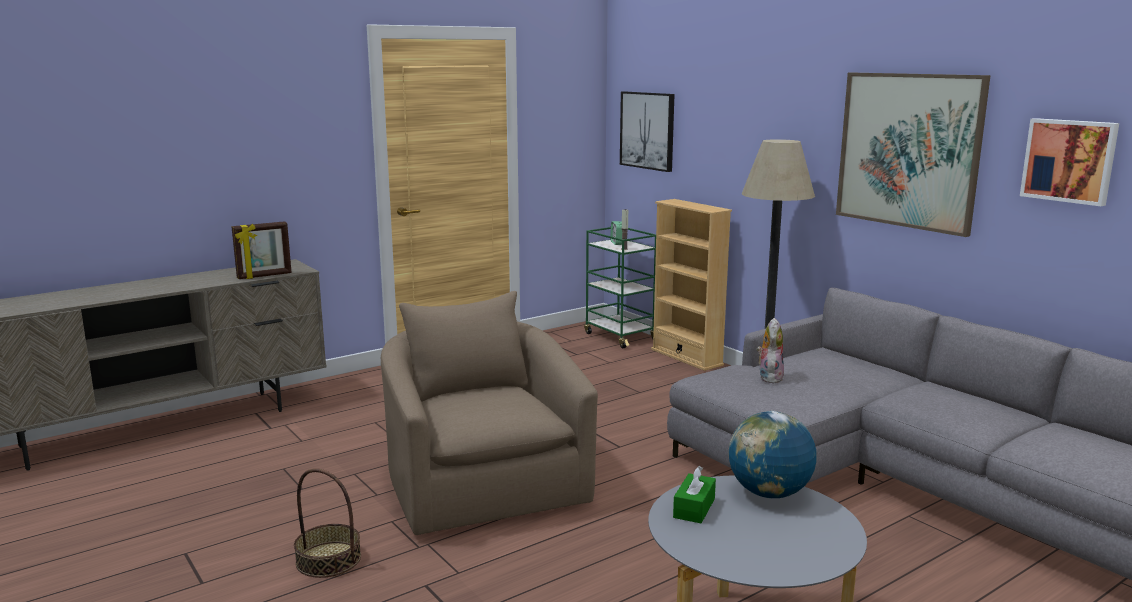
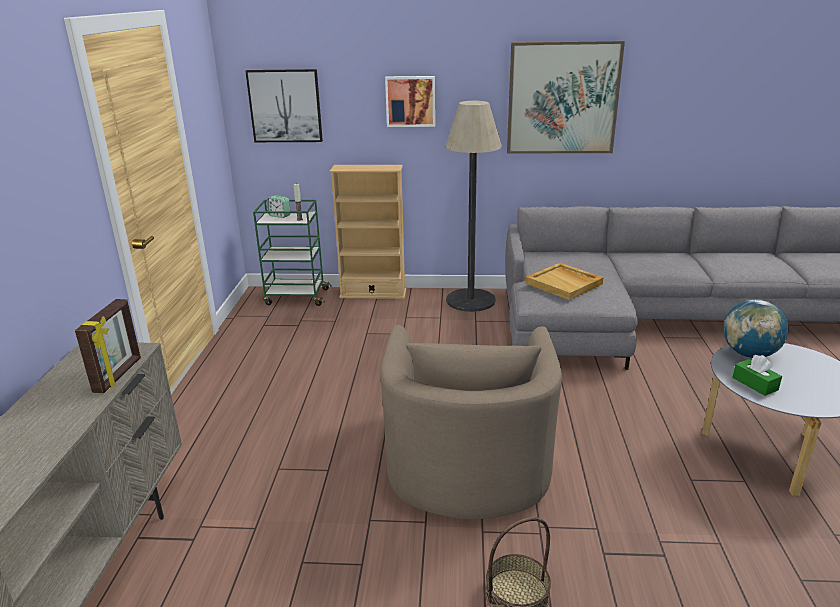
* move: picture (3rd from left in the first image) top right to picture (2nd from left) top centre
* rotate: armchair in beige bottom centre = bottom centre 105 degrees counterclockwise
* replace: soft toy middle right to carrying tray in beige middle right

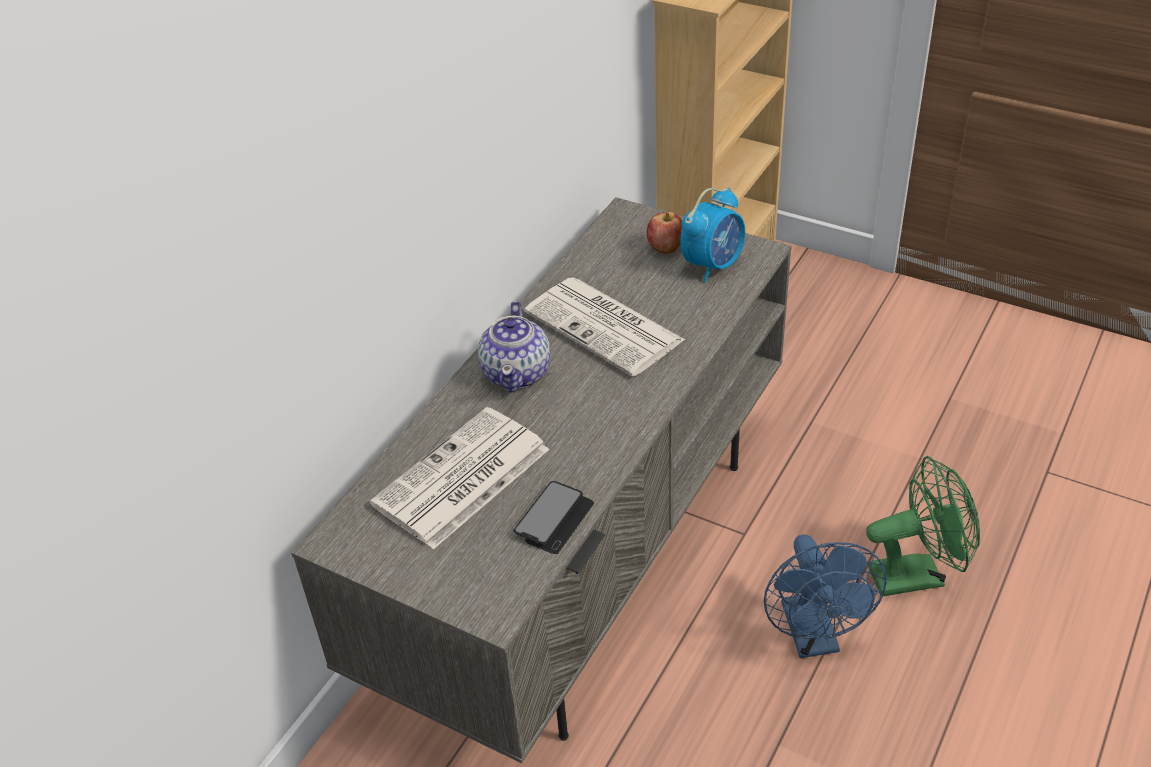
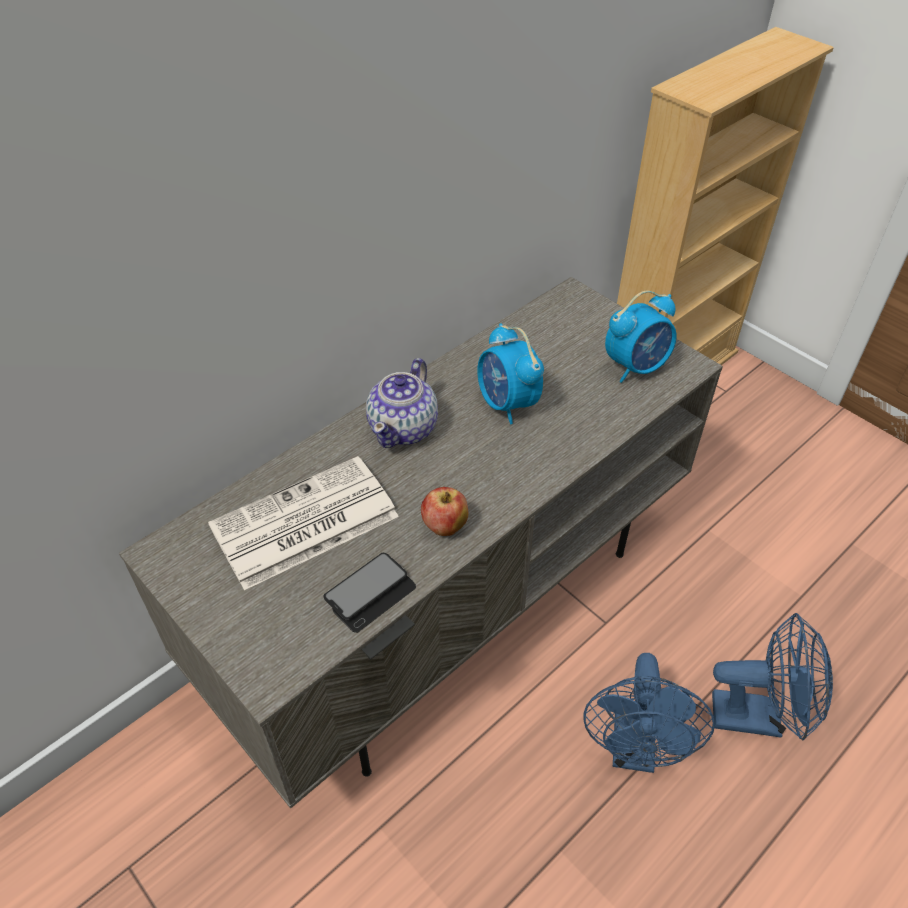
* move: apple fruit top centre to centre
* replace: daily paper (2nd from left) centre to table clock (1st from left) centre
* recolor: fan in green-coloured bottom right to fan in blue (2nd from left) bottom right

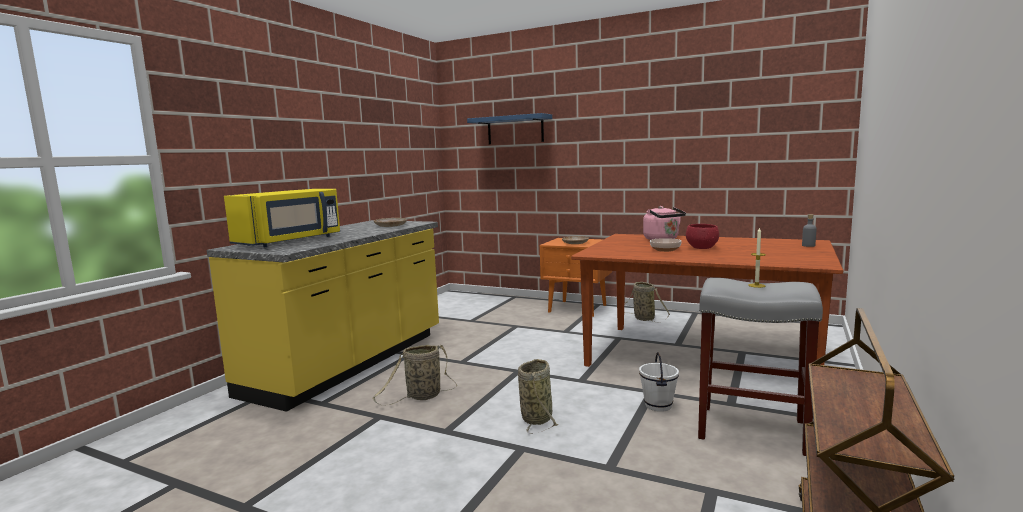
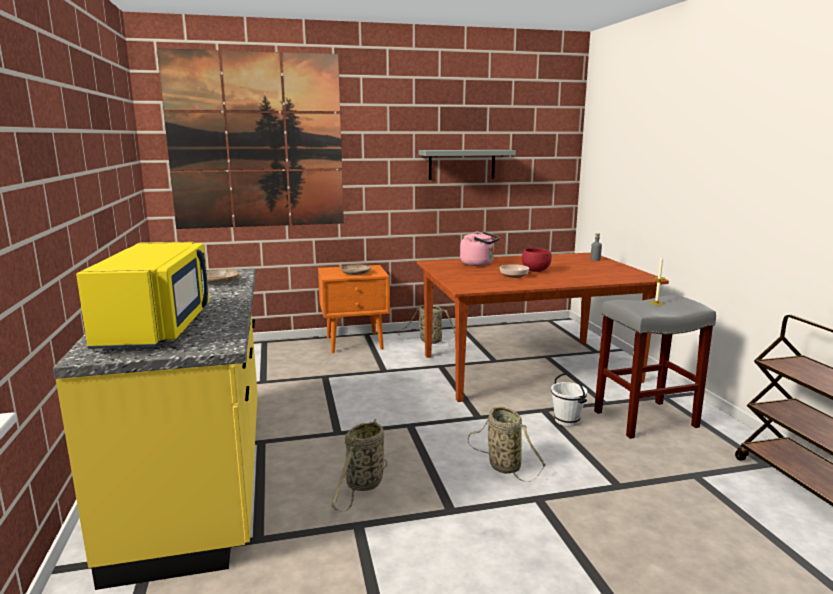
* replace: shelf in blue top centre to picture top left
* insert: shelf in greyish top centre

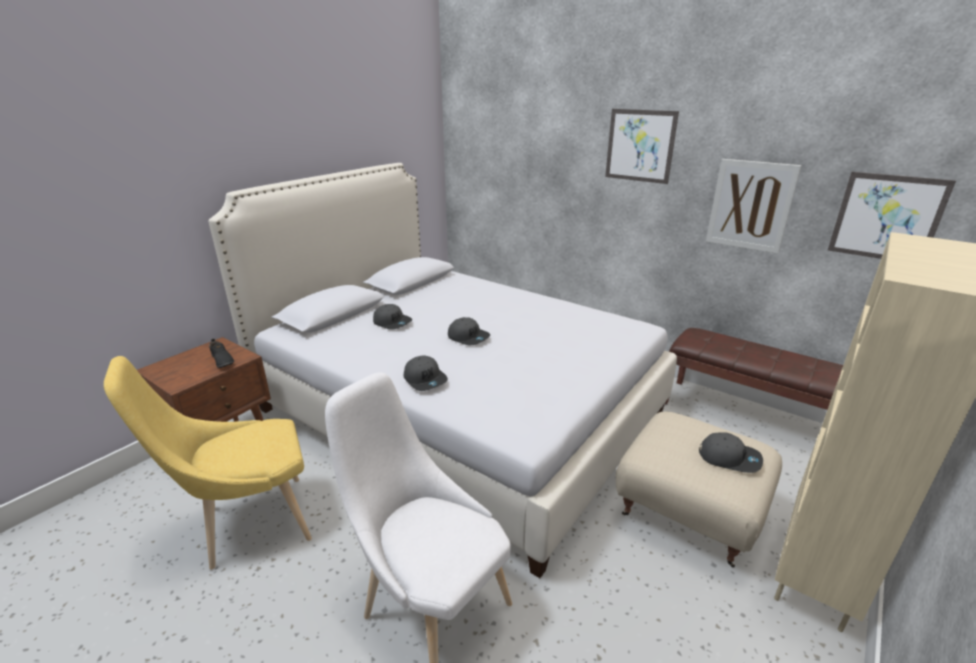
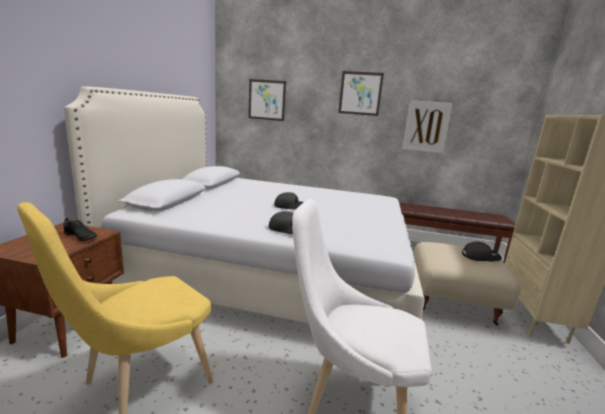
* move: picture (3rd from left in the first image) top right to picture (1st from left) top centre
* delete: peaked cap in greyish (1st from left) centre

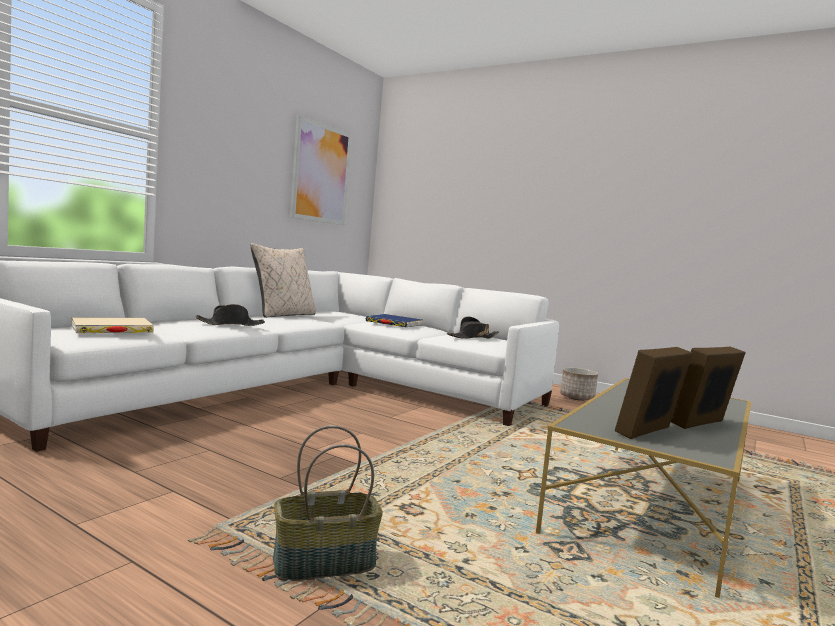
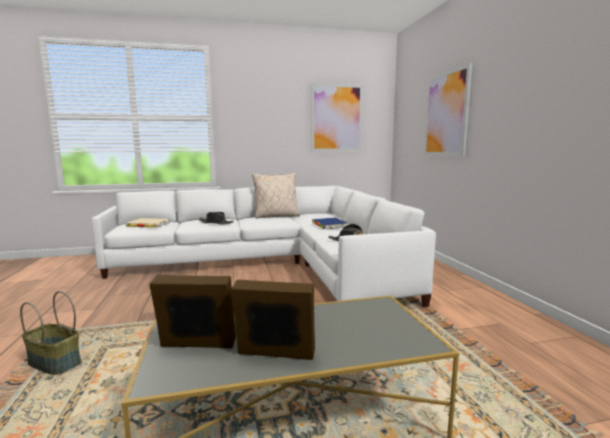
* delete: flower pot middle right
* insert: picture (2nd from left) top right

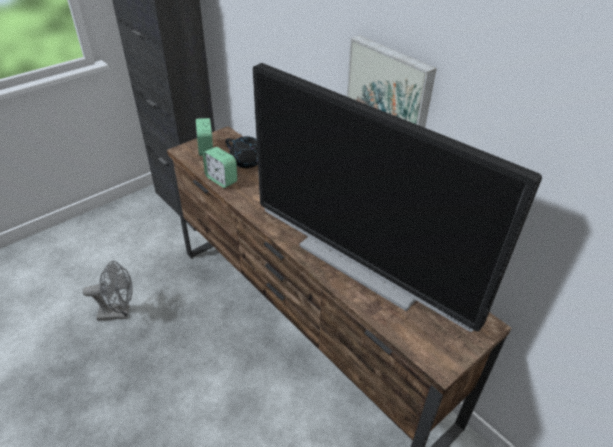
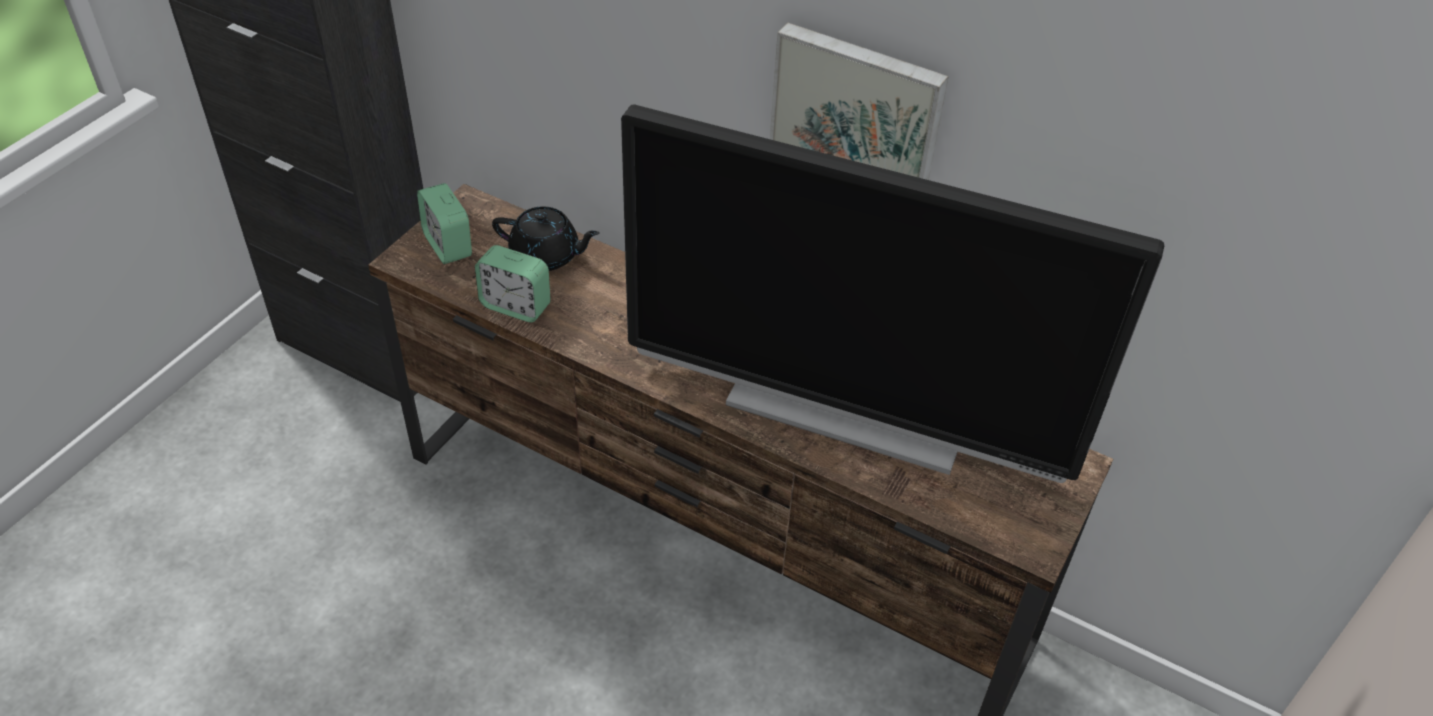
* delete: fan in greyish middle left

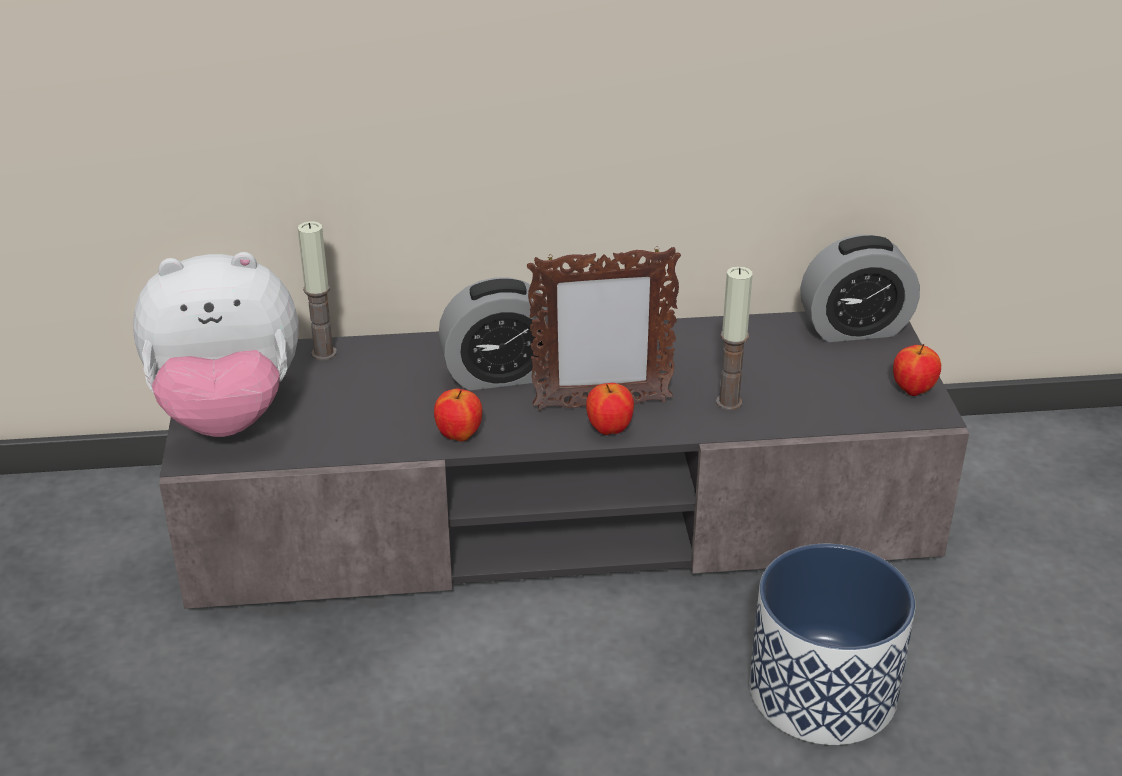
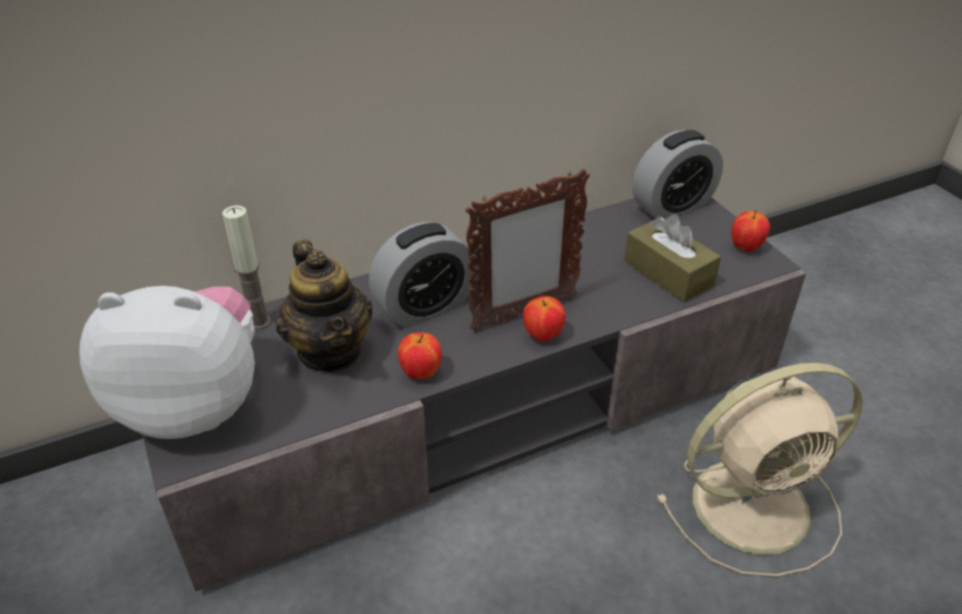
* rotate: soft toy middle left = middle left 150 degrees counterclockwise
* delete: wax candle (2nd from left) centre
* replace: flower pot bottom right to fan in beige bottom right
* insert: box of tissues in brownish middle right
* insert: teapot centre

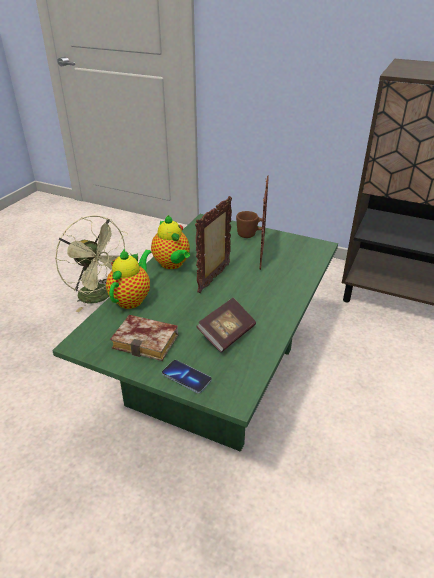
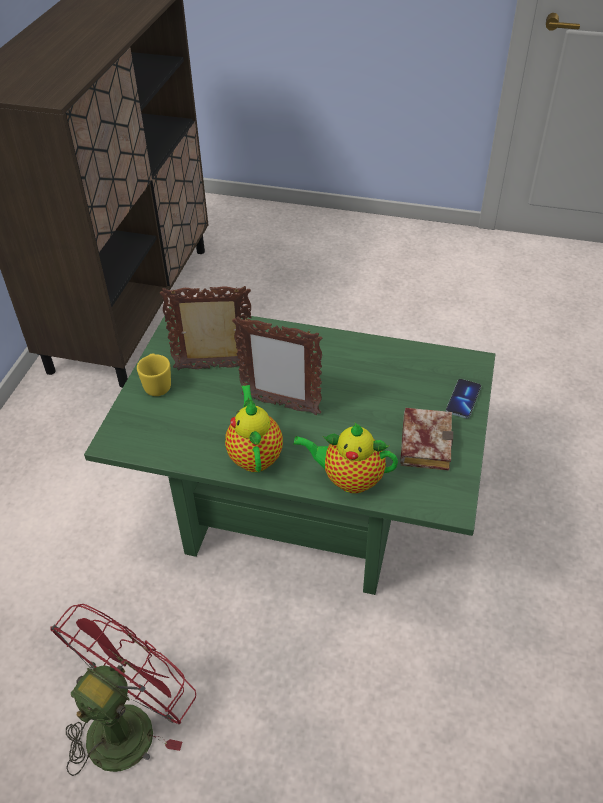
* recolor: mug in brownish centre to mug in yellowish middle left
* recolor: fan in green-coloured middle left to fan in red bottom left
* rotate: teapot (2nd from left in the first image) centre = centre 60 degrees counterclockwise
* delete: book (2nd from left) centre

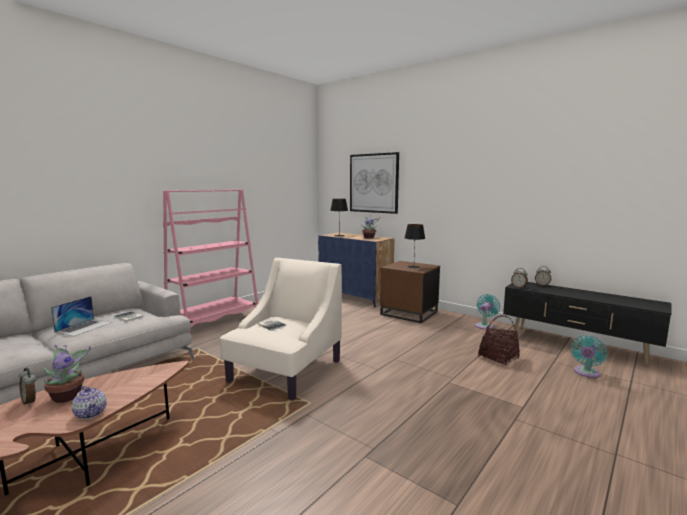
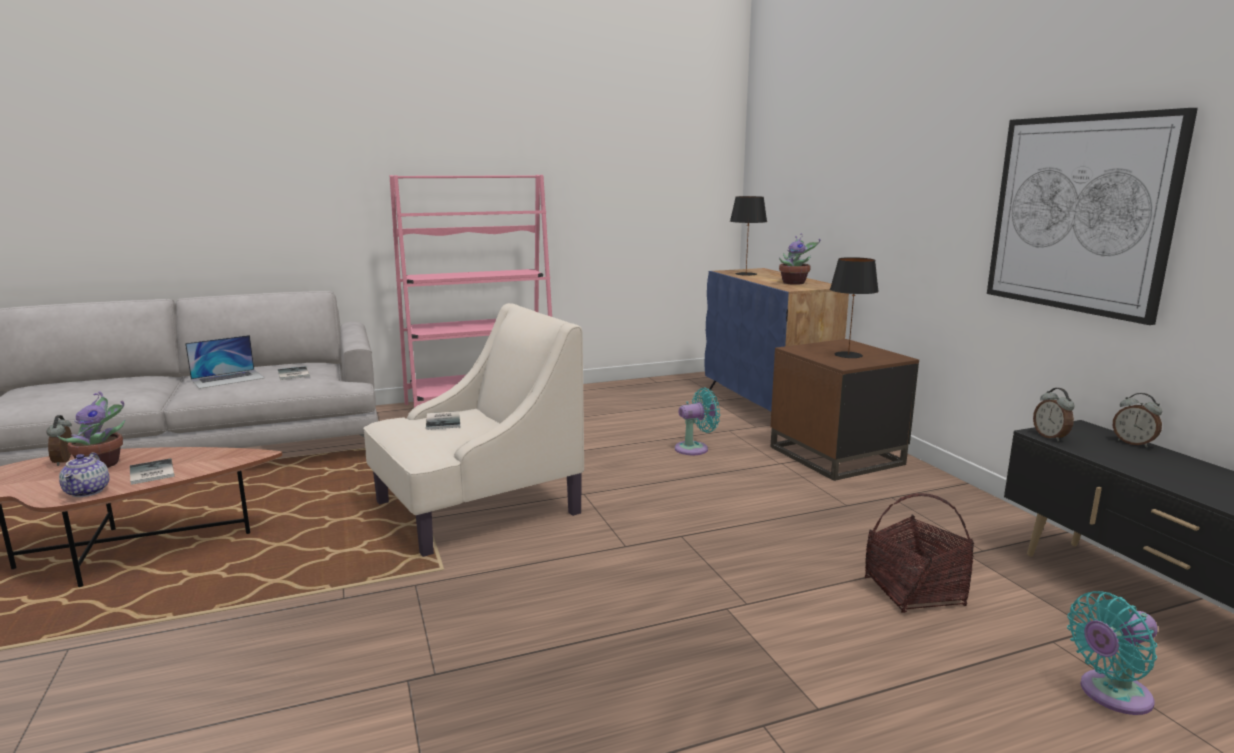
* move: picture centre to top right
* move: fan in turquoise-coloured (1st from left) middle right to centre
* insert: book (1st from left) middle left

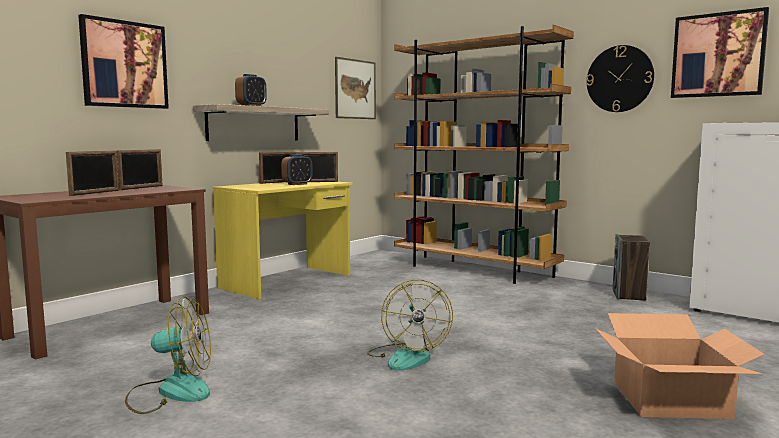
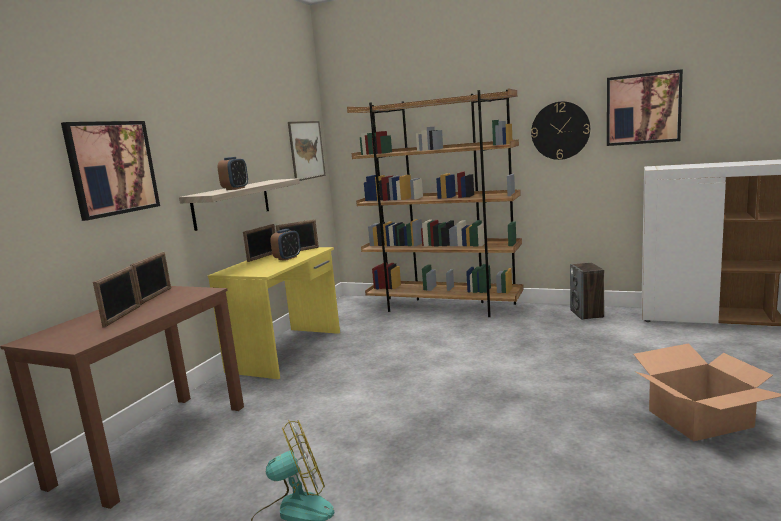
* delete: fan (2nd from left) bottom centre

